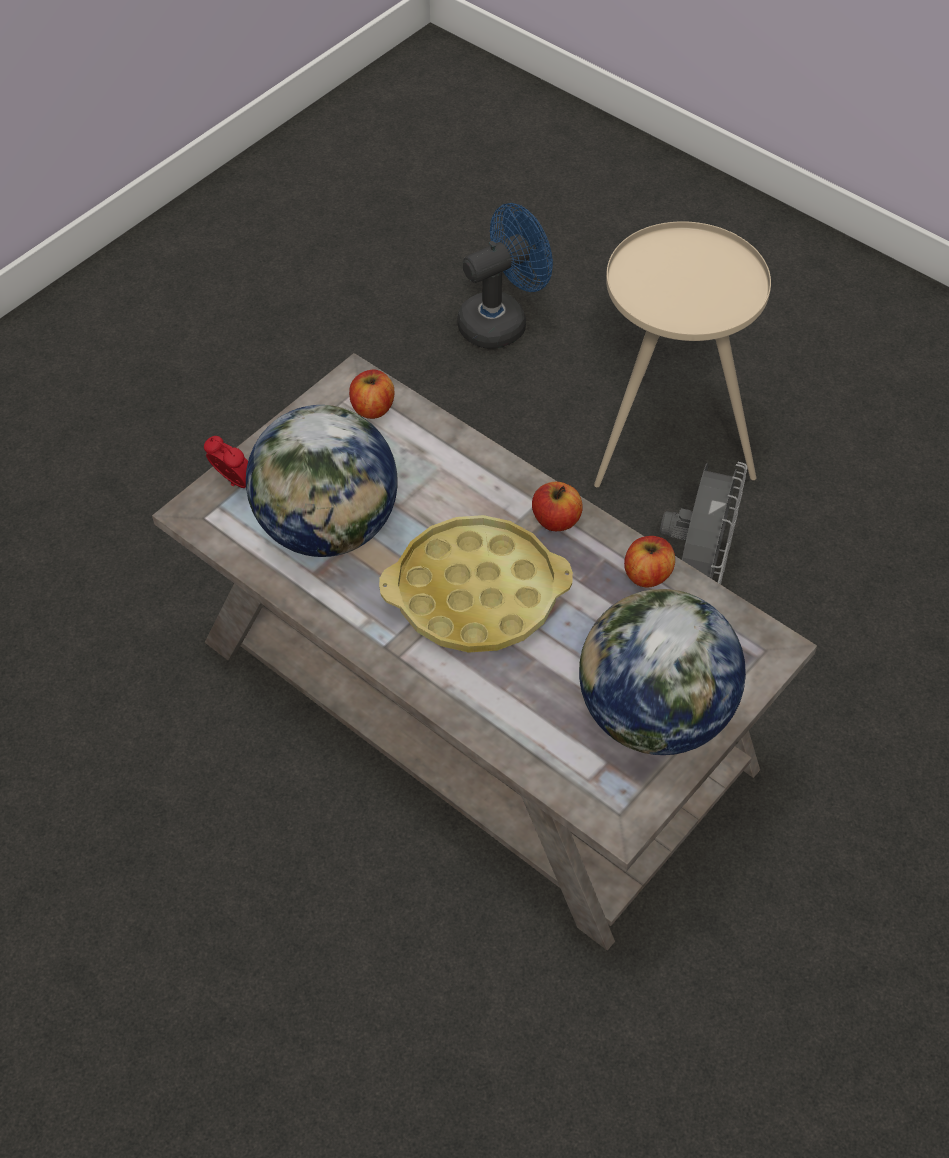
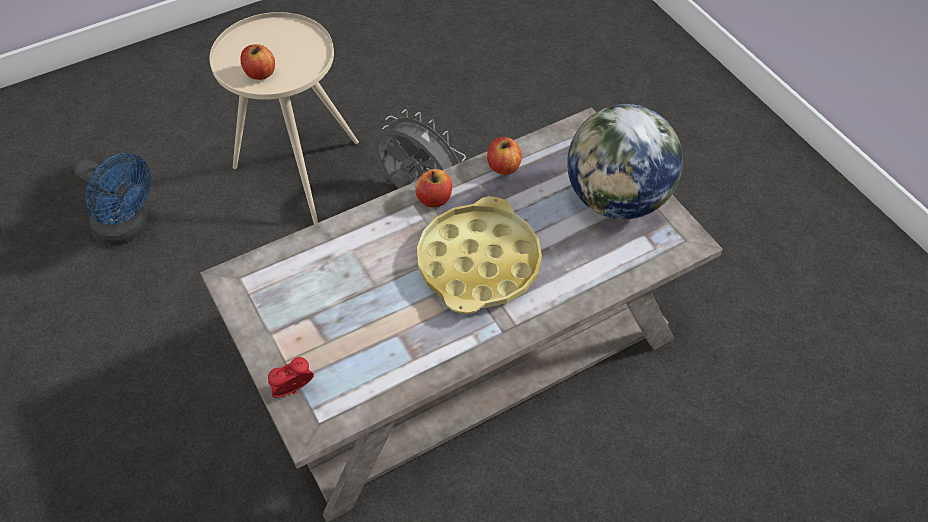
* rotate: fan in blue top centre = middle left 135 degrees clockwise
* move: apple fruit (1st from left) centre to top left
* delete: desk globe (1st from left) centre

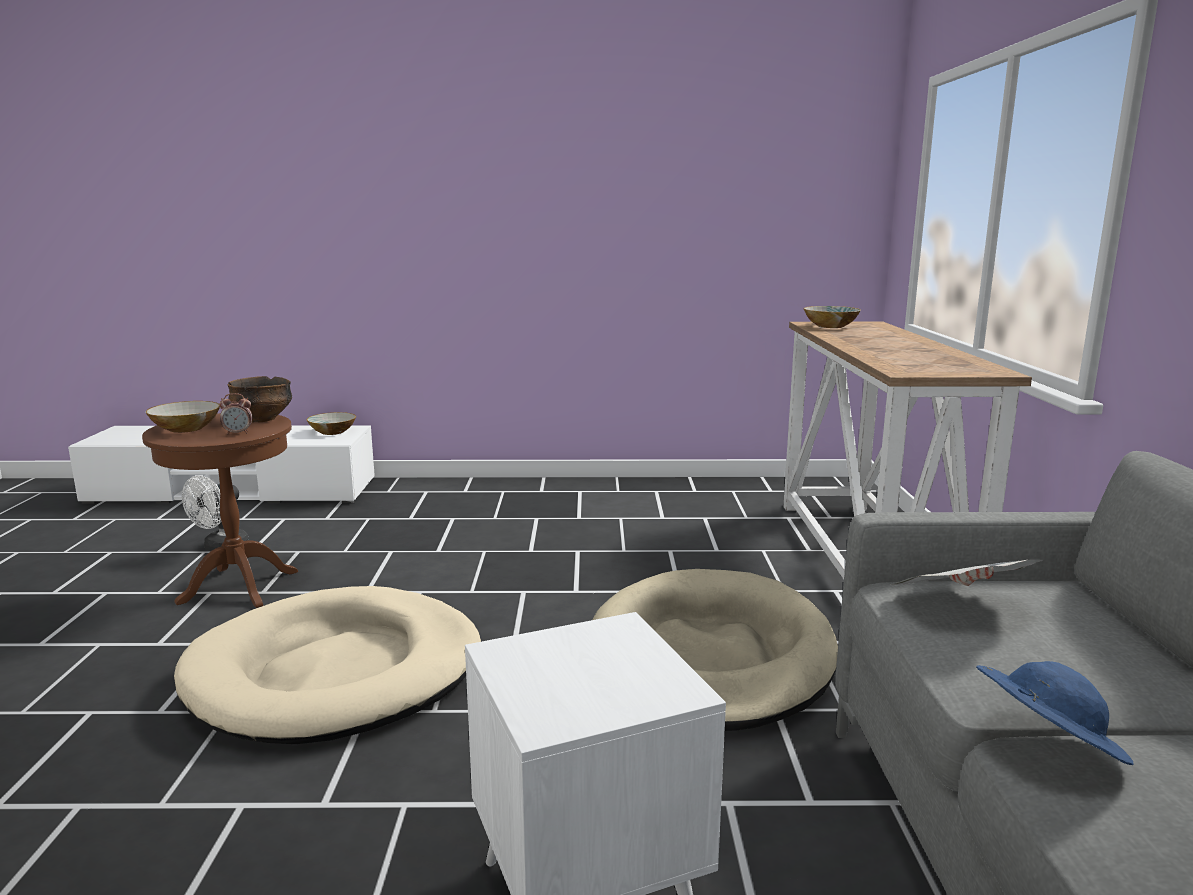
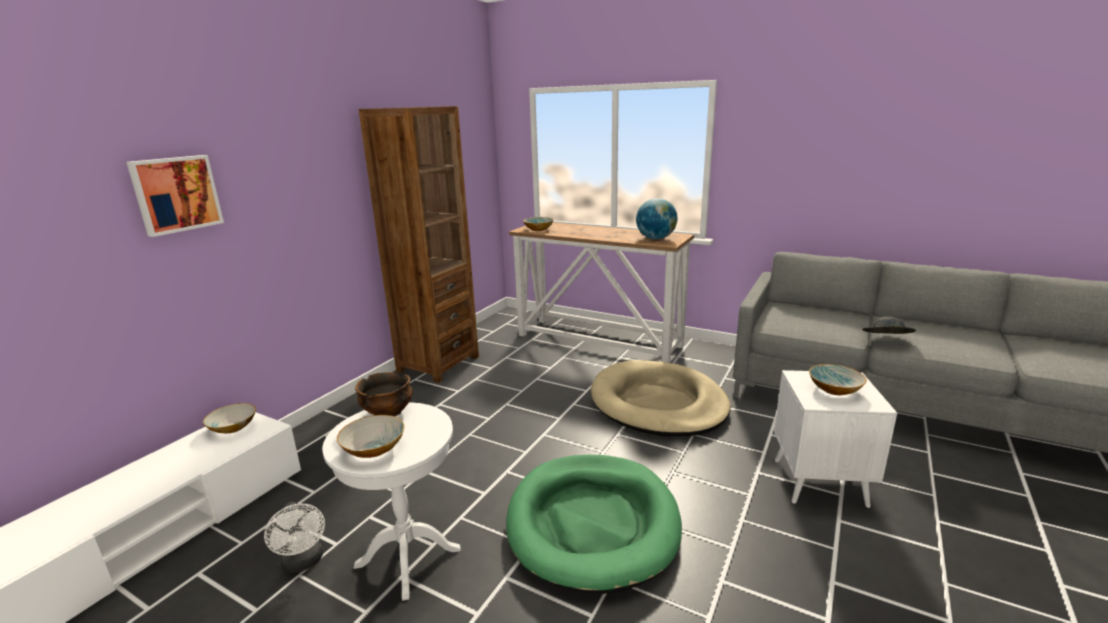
* delete: table clock middle left
* recolor: side table in brownish middle left to side table in whitish (1st from left) bottom centre
* delete: daily paper middle right
* recolor: pet bed in beige (1st from left) bottom left to pet bed in green-coloured bottom centre
* recolor: clothing hat in blue bottom right to clothing hat in greyish middle right
* insert: shelving unit in brownish centre
* insert: picture top left
* insert: desk globe centre
* insert: serving bowl (5th from left) middle right

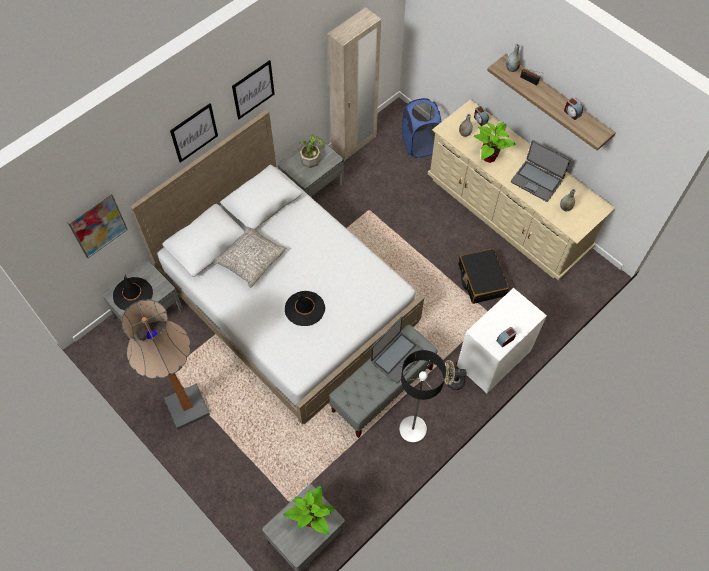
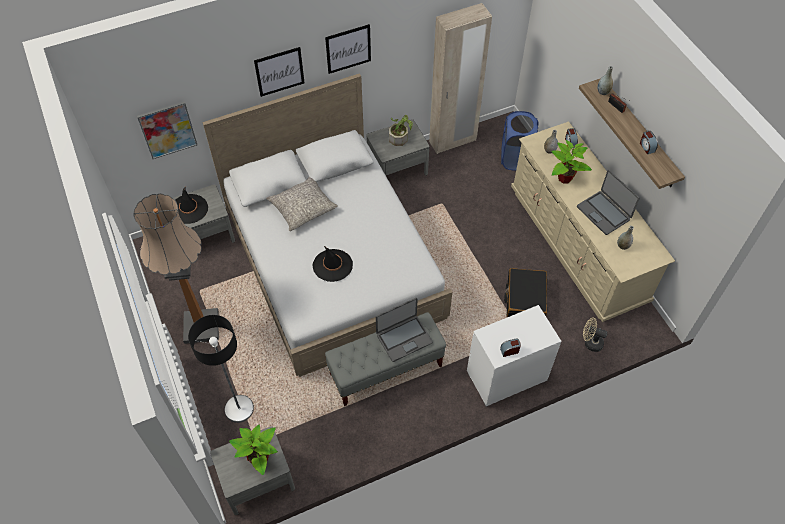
* move: floor lamp (2nd from left) bottom centre to bottom left
* move: fan in beige centre to middle right

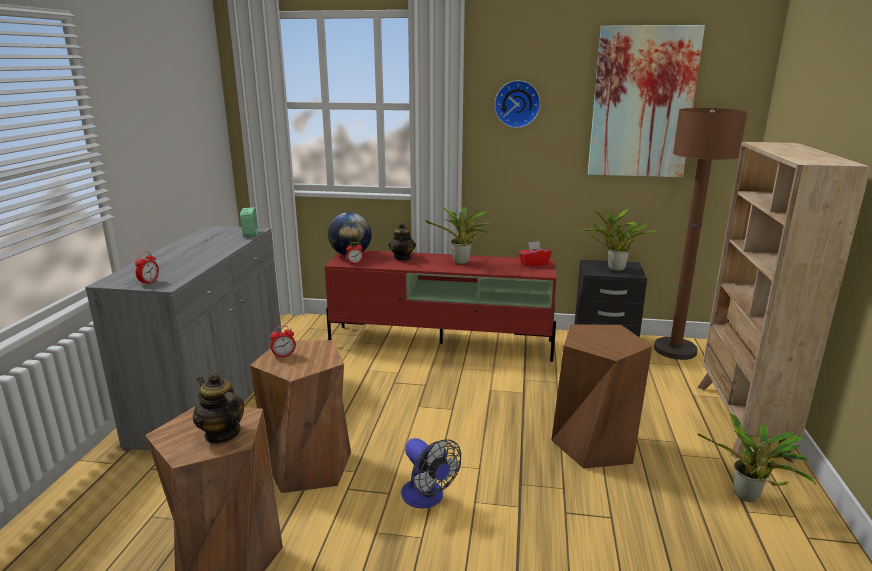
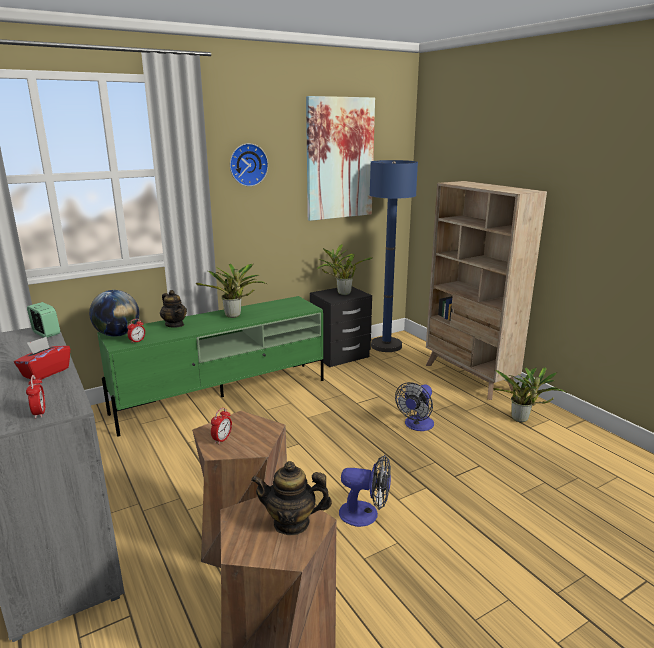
* recolor: floor lamp in brownish middle right to floor lamp in blue centre
* move: box of tissues in red centre to middle left
* recolor: tv stand in red centre to tv stand in green-coloured middle left
* replace: stool in brownish (3rd from left) bottom right to fan (2nd from left) centre

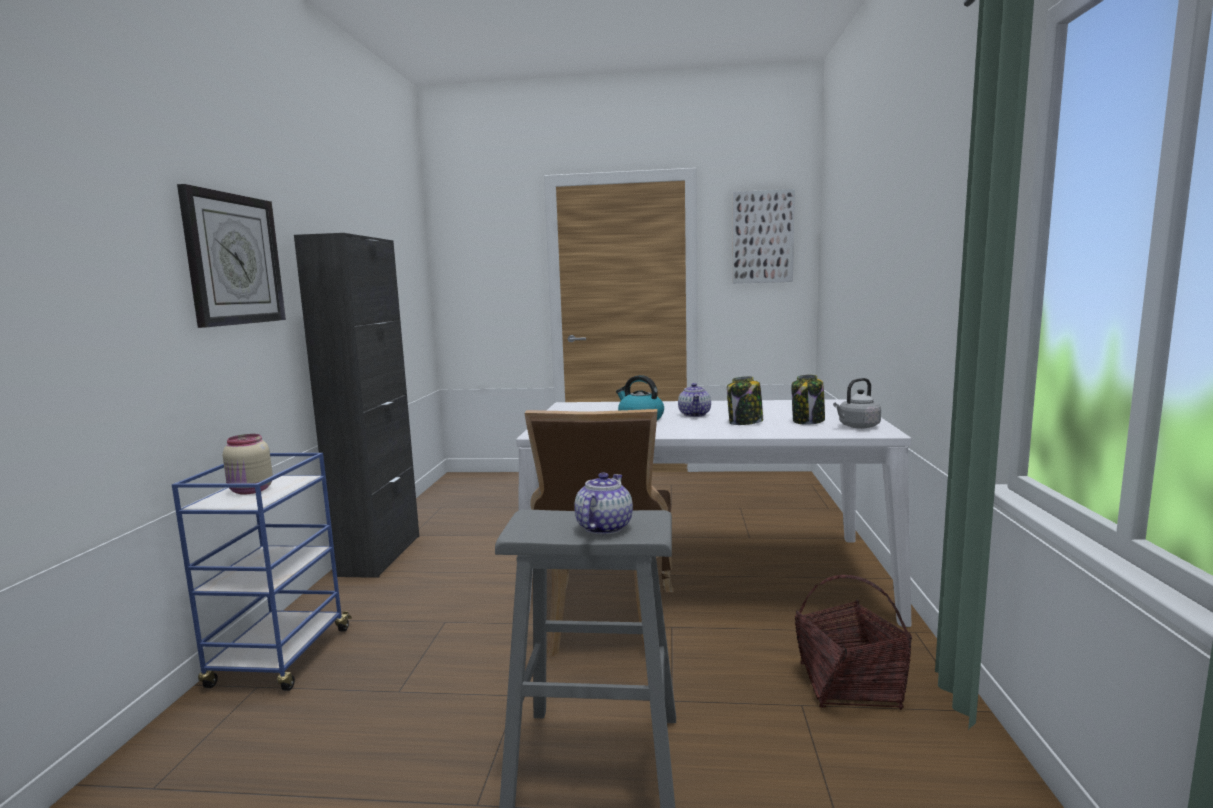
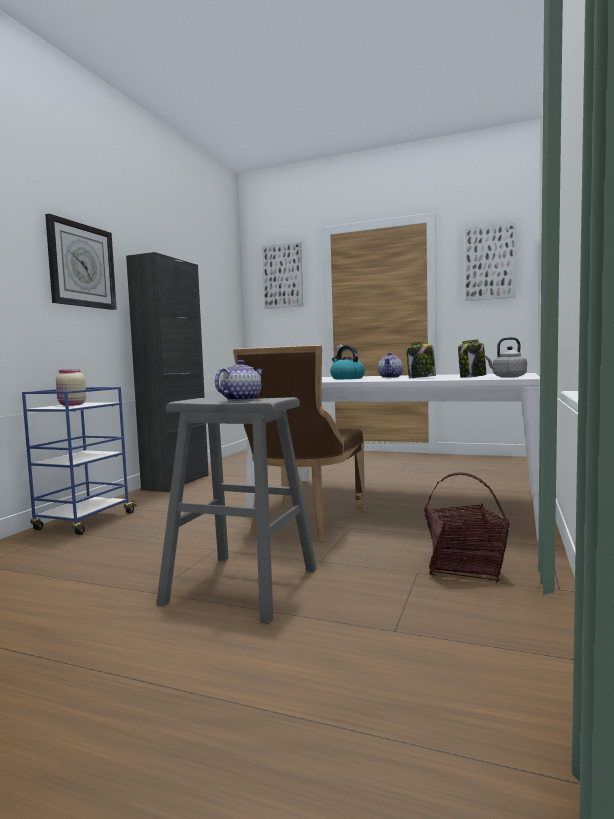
* insert: picture (1st from left) centre

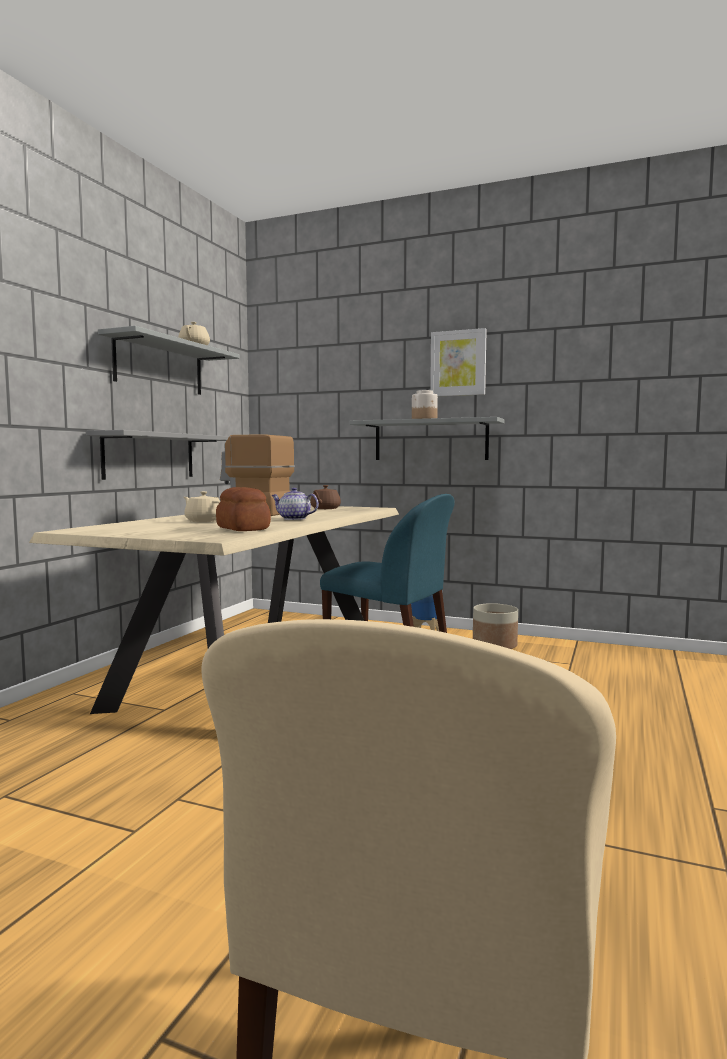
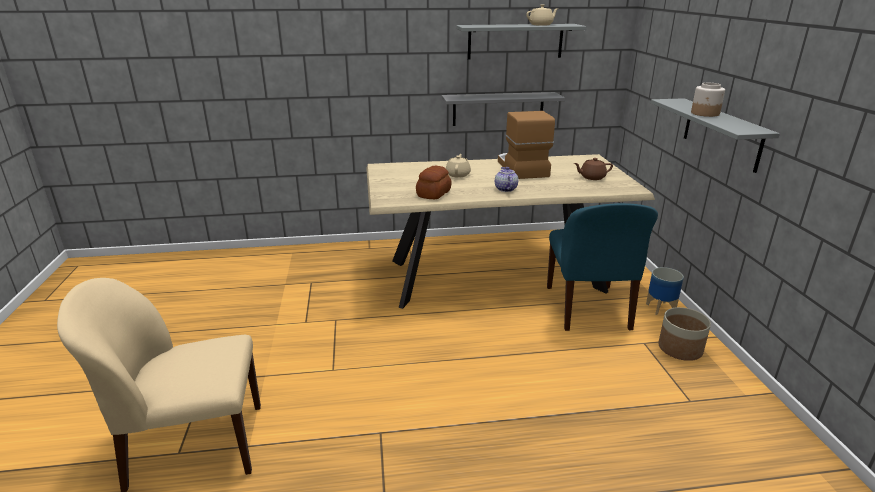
* delete: picture centre

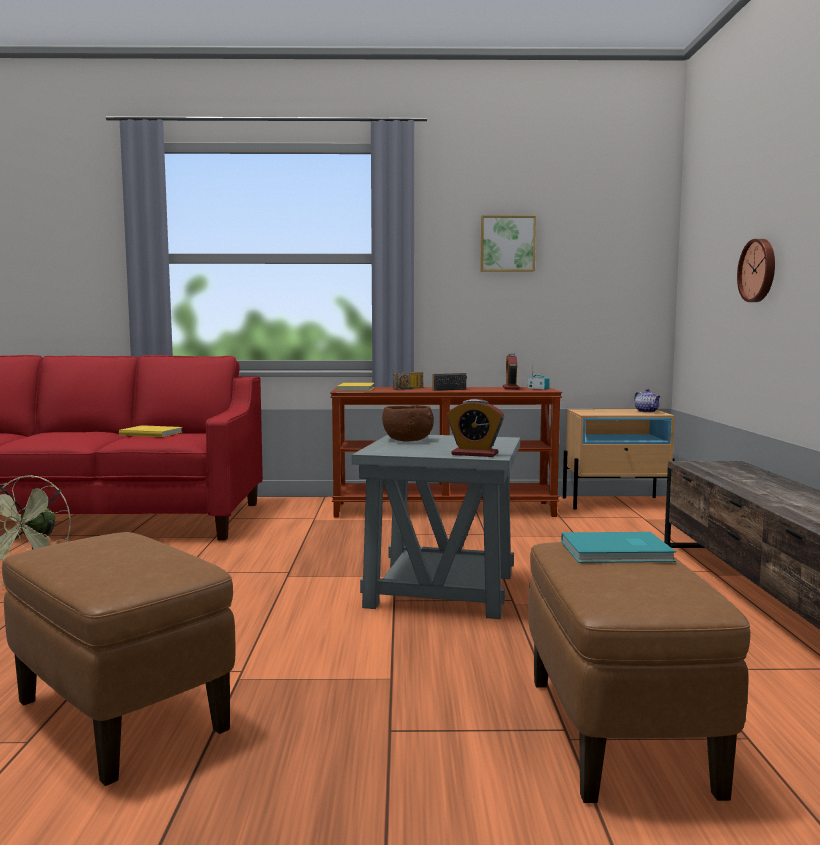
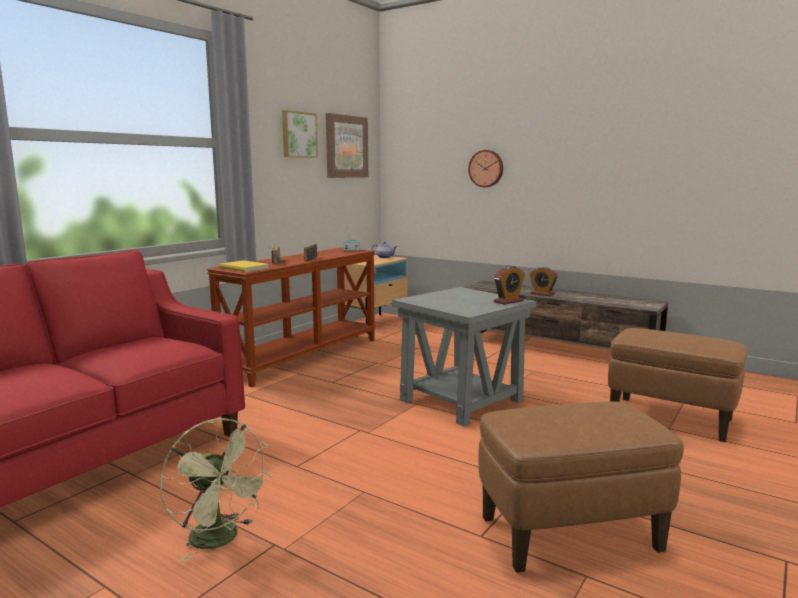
* move: table clock (2nd from left) centre to middle right
* delete: serving bowl in brownish centre
* delete: book in yellowish (1st from left) middle left
* delete: book in turquoise-coloured middle right
* insert: picture (2nd from left) top centre

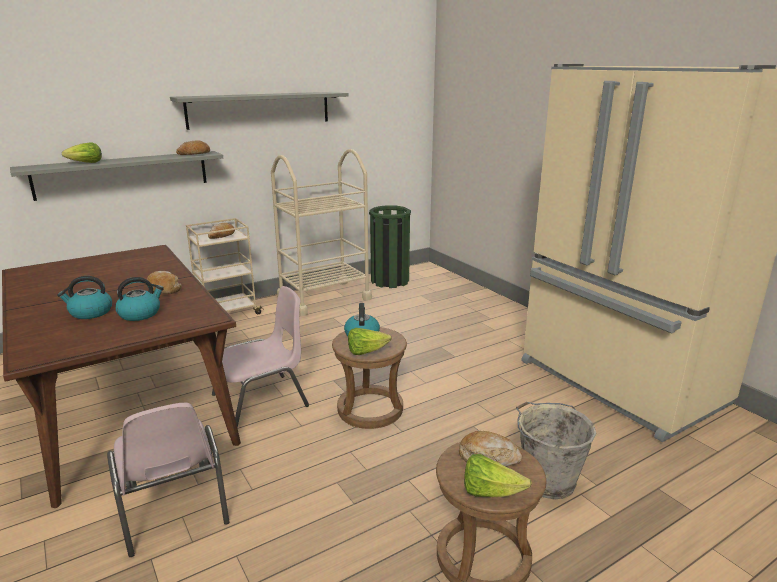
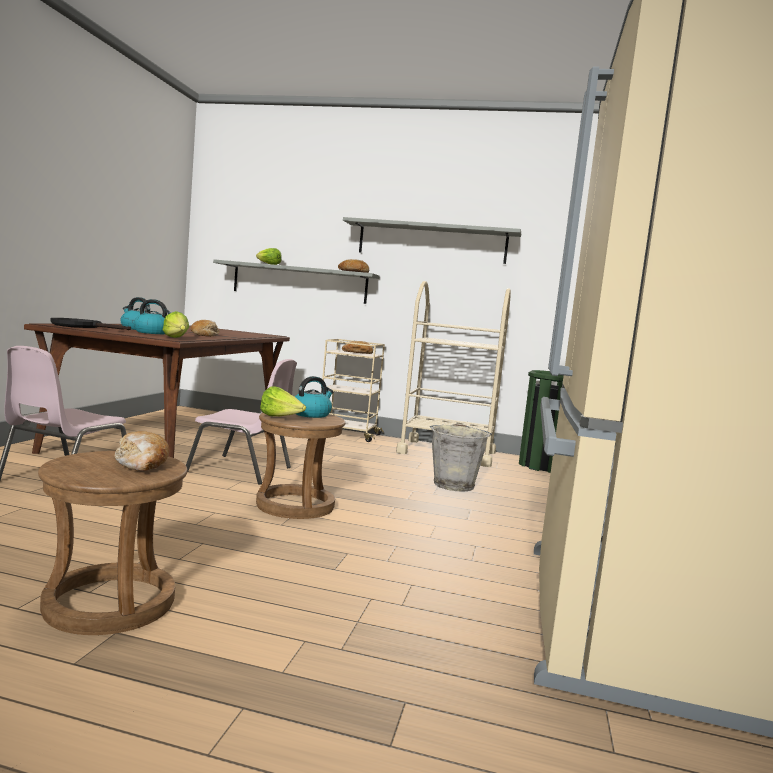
* move: water bucket in greyish bottom right to centre
* move: lettuce (3rd from left in the first image) bottom centre to lettuce (1st from left) middle left
* insert: pan in blackish middle left

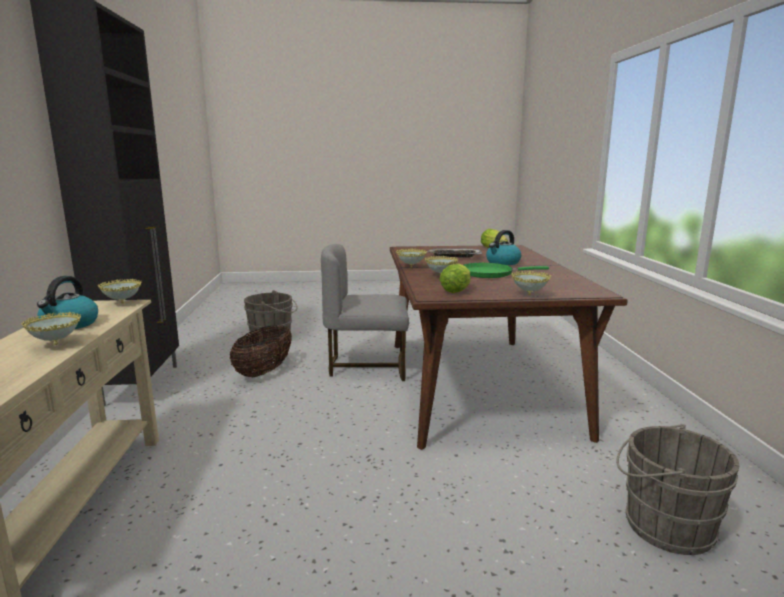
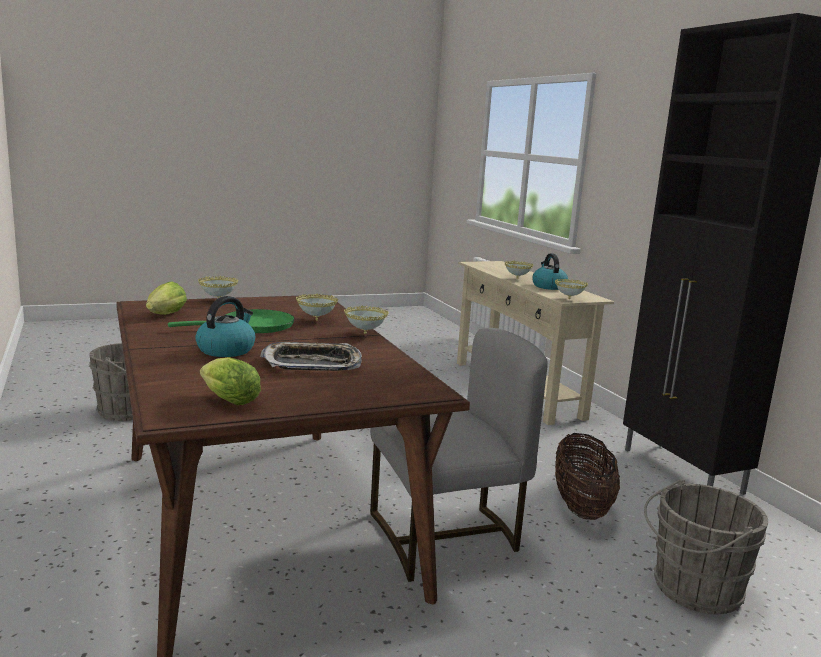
* move: lettuce (1st from left) centre to middle left

